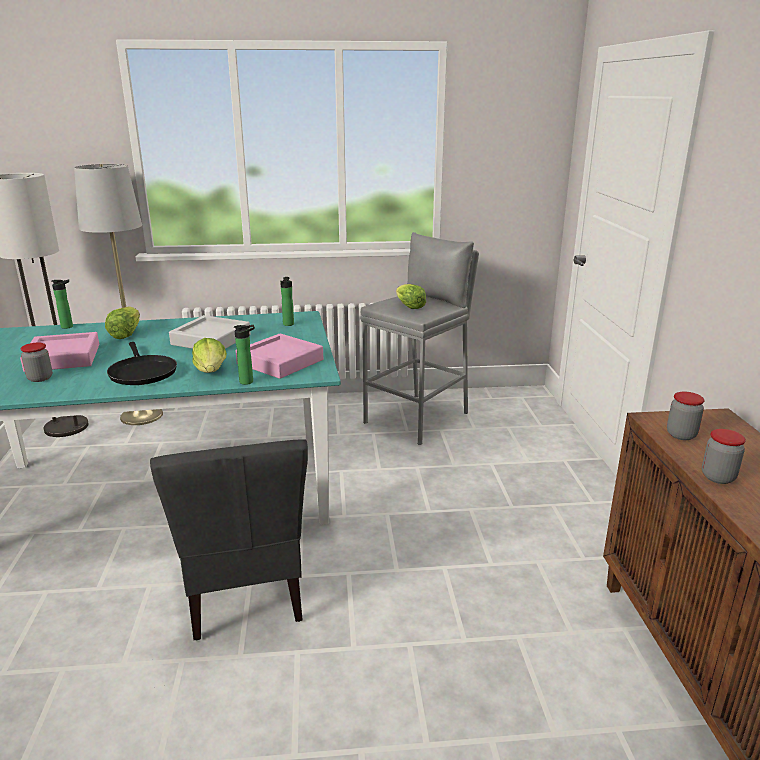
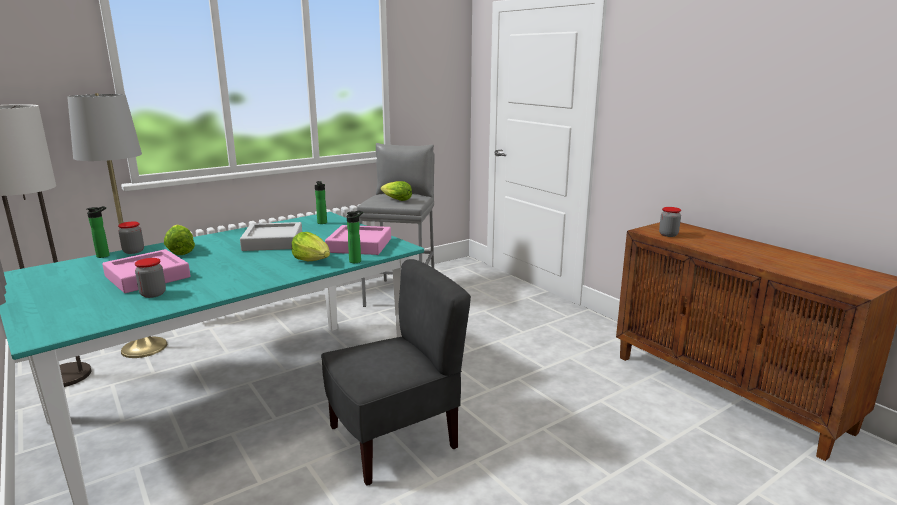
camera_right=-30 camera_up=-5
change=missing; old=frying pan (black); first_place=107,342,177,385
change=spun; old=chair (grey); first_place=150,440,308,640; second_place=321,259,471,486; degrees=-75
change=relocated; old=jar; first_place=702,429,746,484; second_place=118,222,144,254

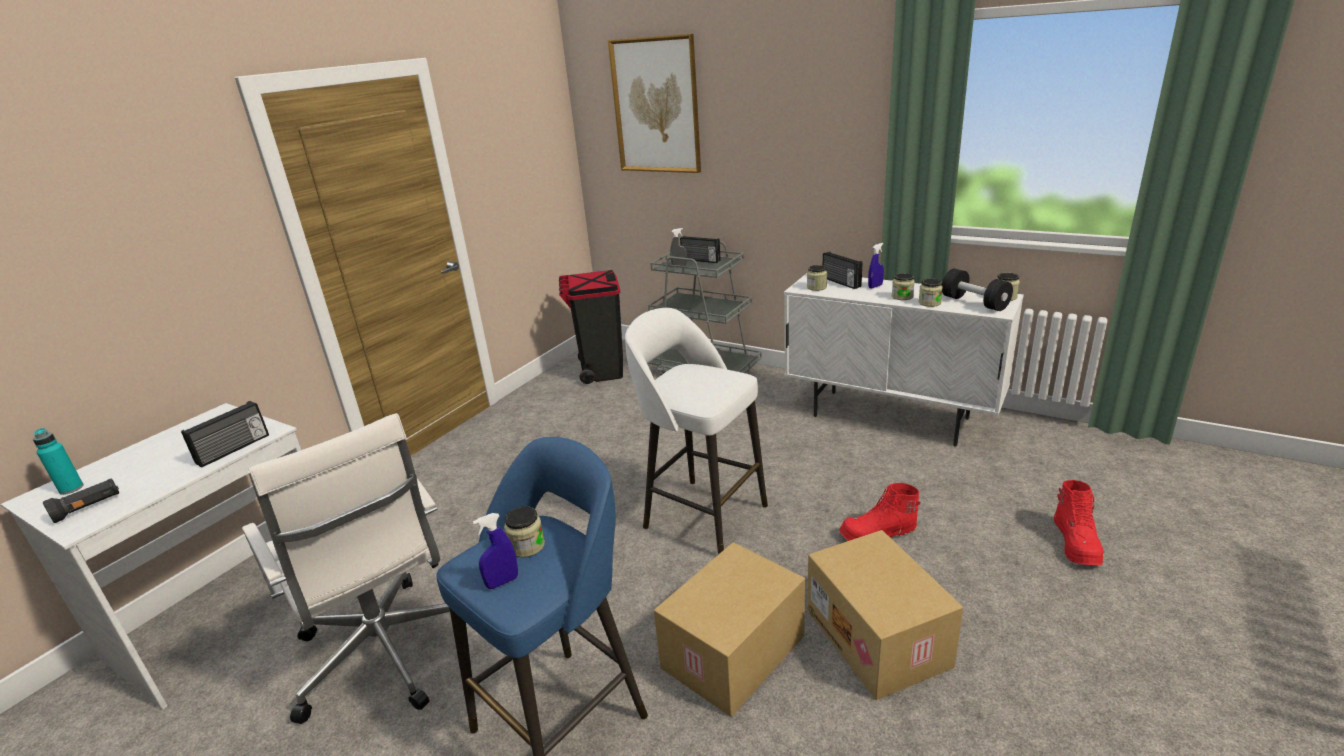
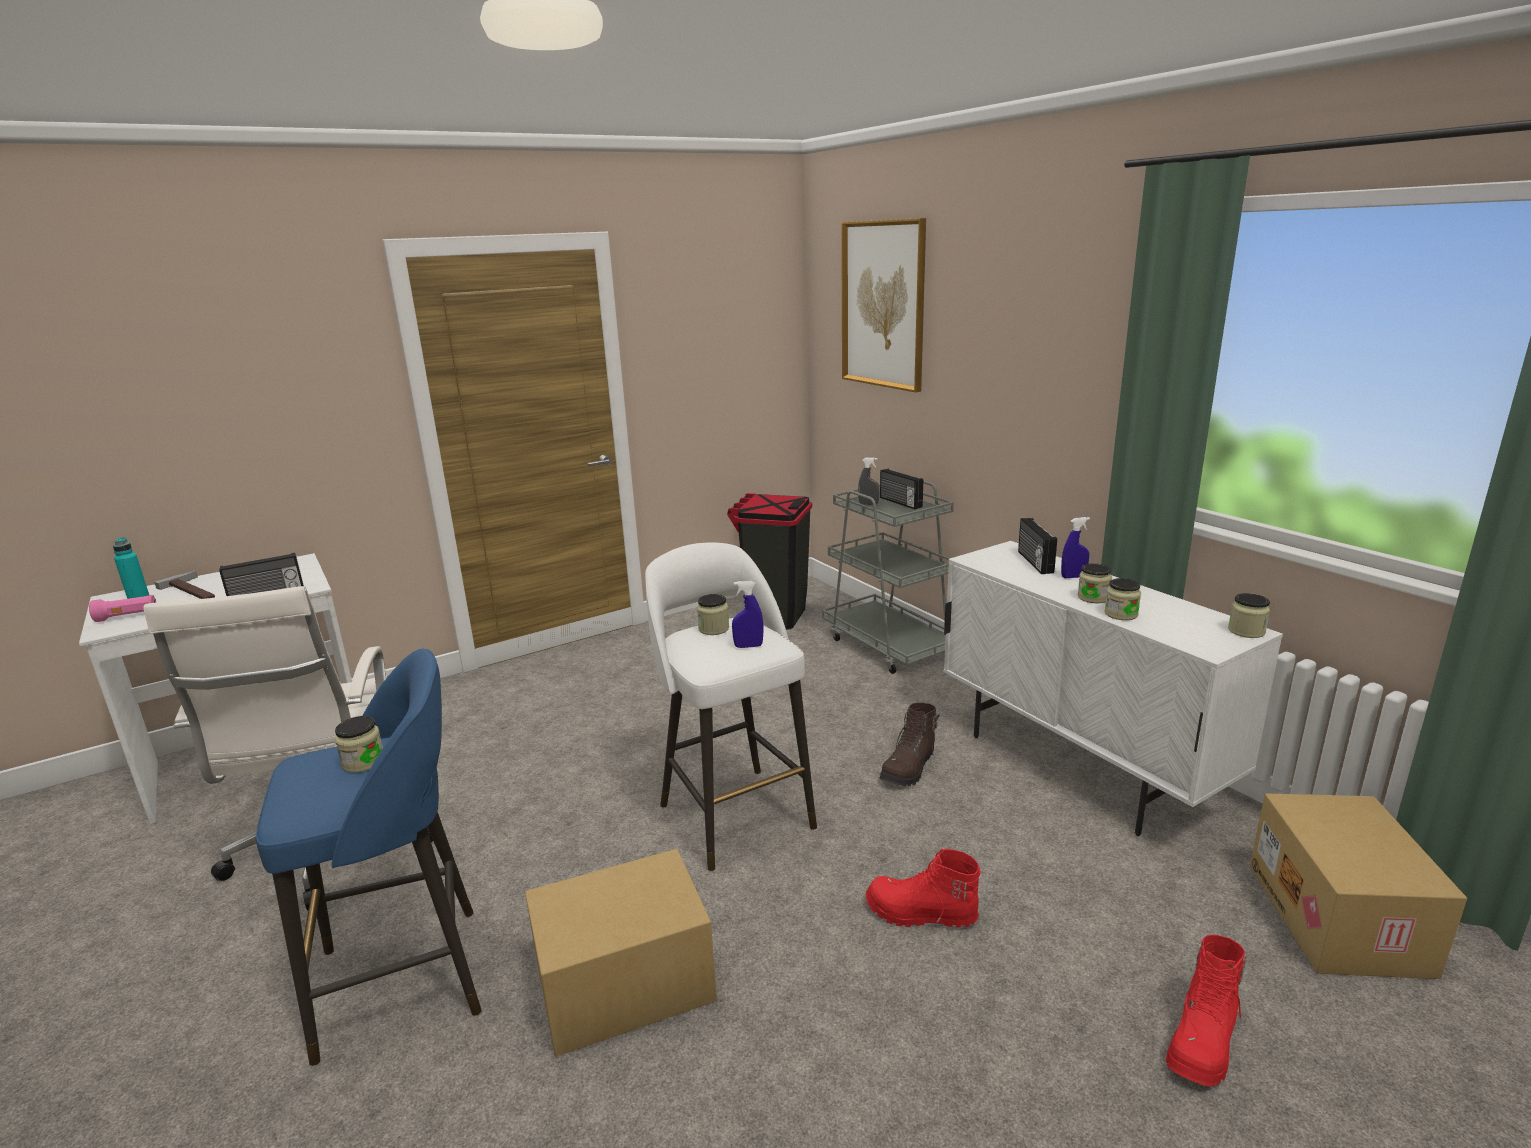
camera_right=25 camera_up=-5
change=colour; old=flashlight (black); new=flashlight (pink); first_place=43,478,119,523; second_place=89,595,157,622
change=relocated; old=spray bottle (blue); first_place=473,513,518,589; second_place=732,581,763,648
change=relocated; old=jar; first_place=807,265,827,291; second_place=697,594,729,635
change=relocated; old=cardboard box; first_place=807,530,963,700; second_place=1250,793,1467,979
change=missing; old=dumbbell (black); first_place=942,269,1013,311
change=appeared; new=hammer; second_place=154,571,215,599
change=appeared; new=boot (brown); second_place=880,703,939,786

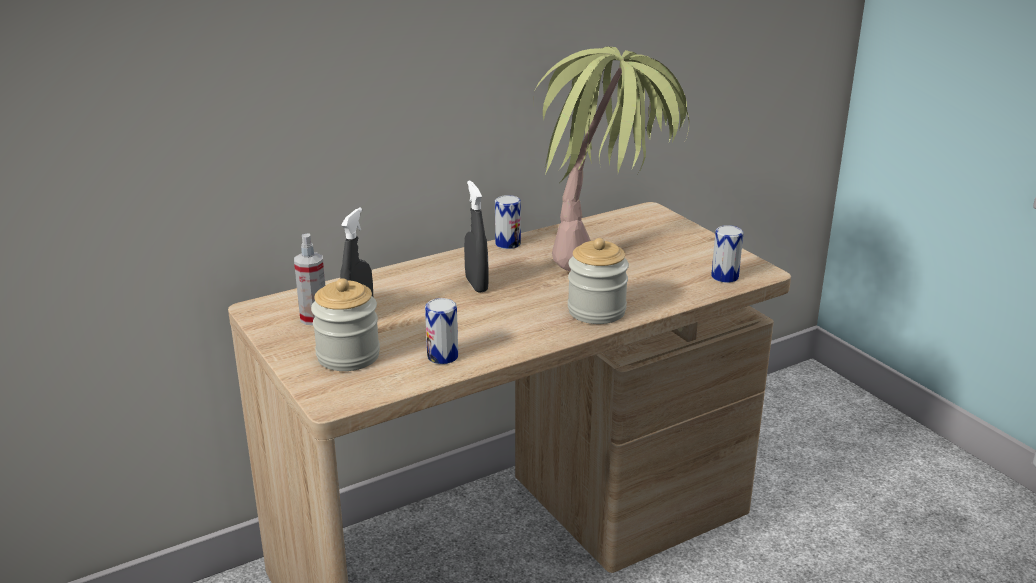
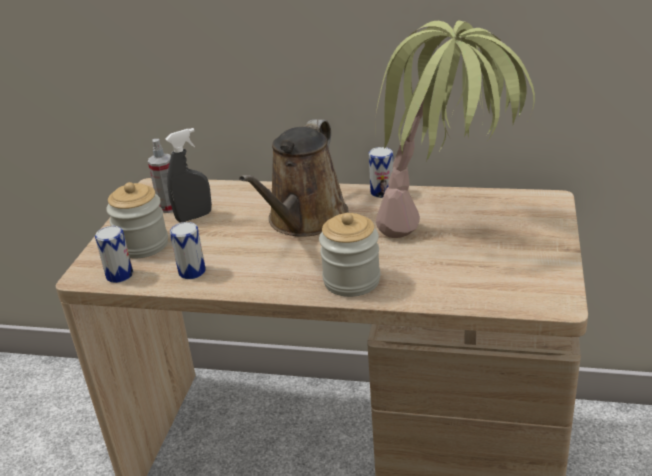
camera_right=45 camera_up=5
change=exchanged; old=spray bottle (grey); new=watering can (brown); first_place=464,181,488,293; second_place=239,119,349,237
change=relocated; old=can; first_place=711,225,744,283; second_place=95,226,133,283

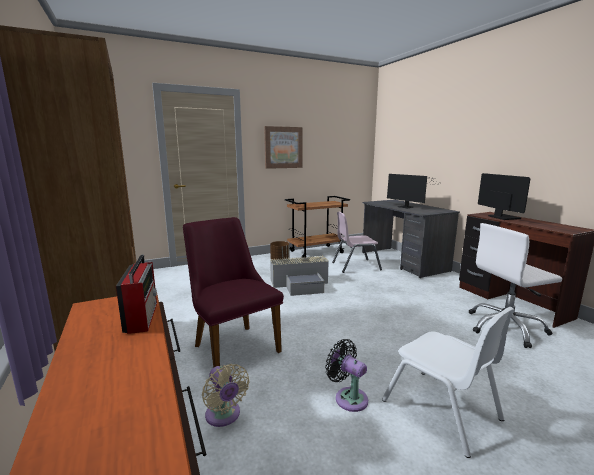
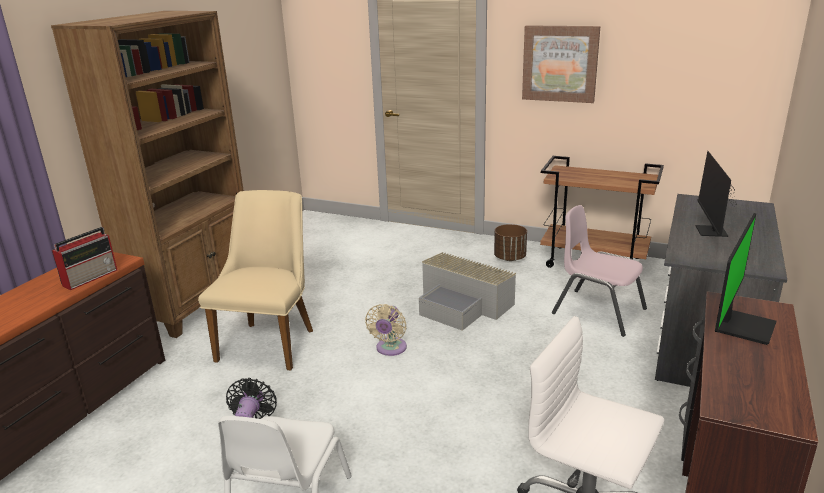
camera_right=50 camera_up=10
change=colour; old=chair (purple); new=chair (beige); first_place=183,217,284,368; second_place=198,190,313,370
change=relocated; old=fan (beige); first_place=202,364,250,427; second_place=365,304,407,356

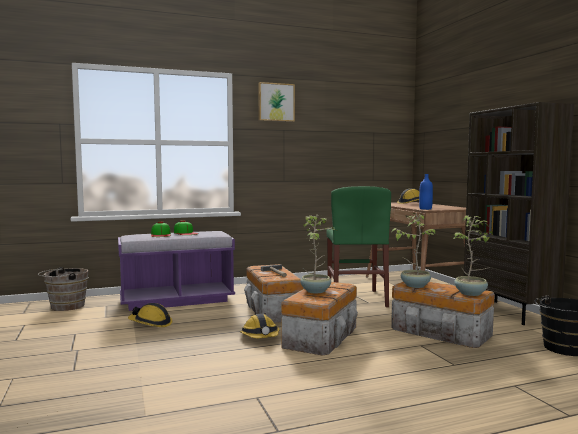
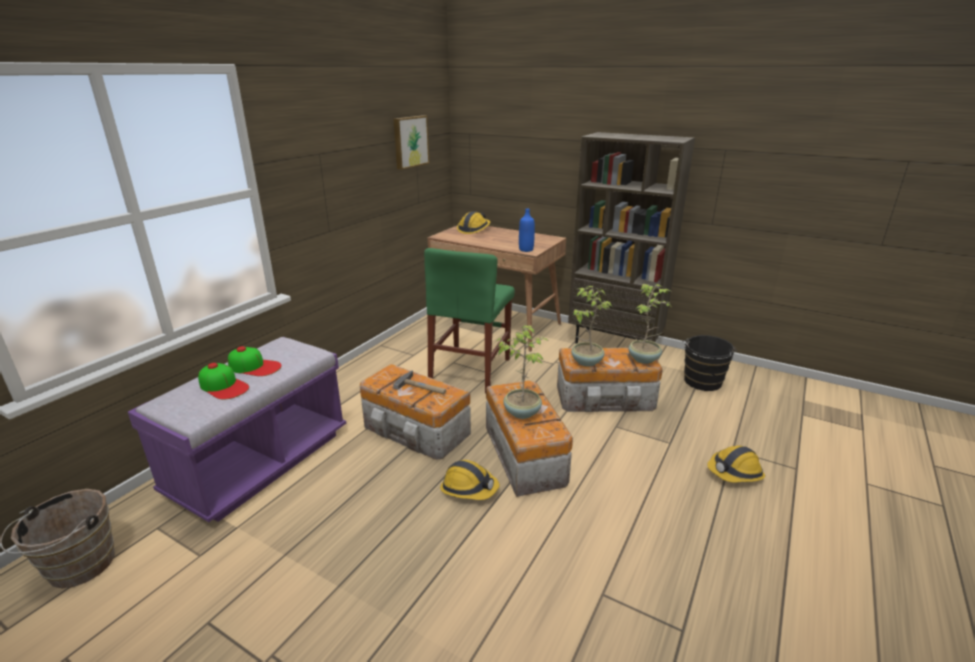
camera_right=-40 camera_up=20
change=relocated; old=hard hat; first_place=128,303,172,327; second_place=707,445,765,483
change=relocated; old=picture; first_place=258,82,295,122; second_place=394,115,429,170
change=spun; old=chair (green); first_place=326,186,391,307; second_place=424,248,515,394; degrees=60

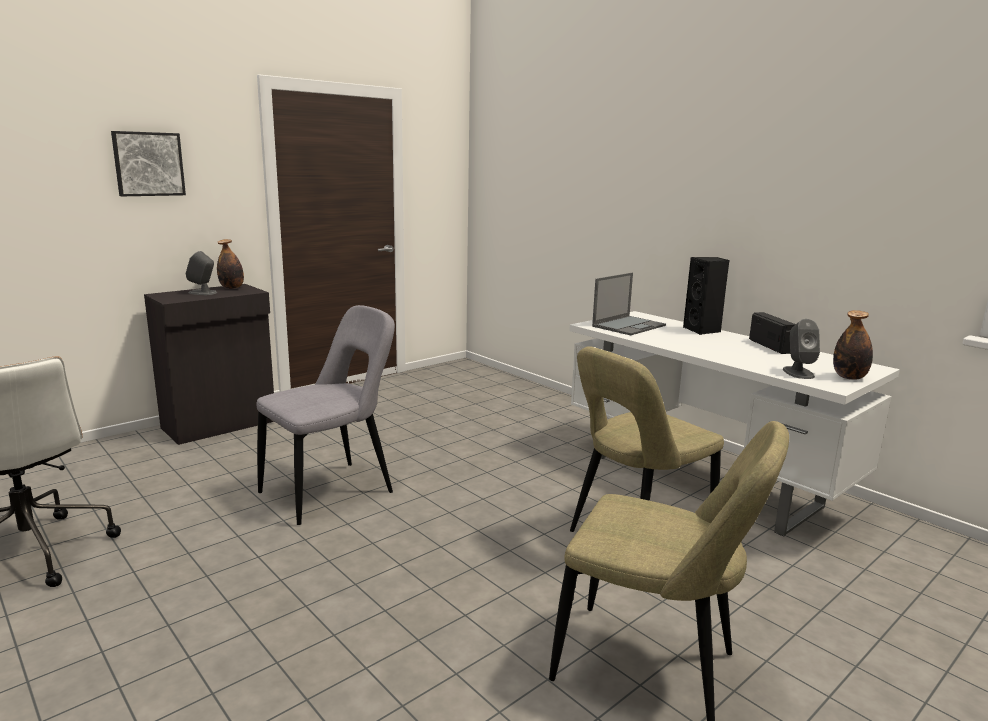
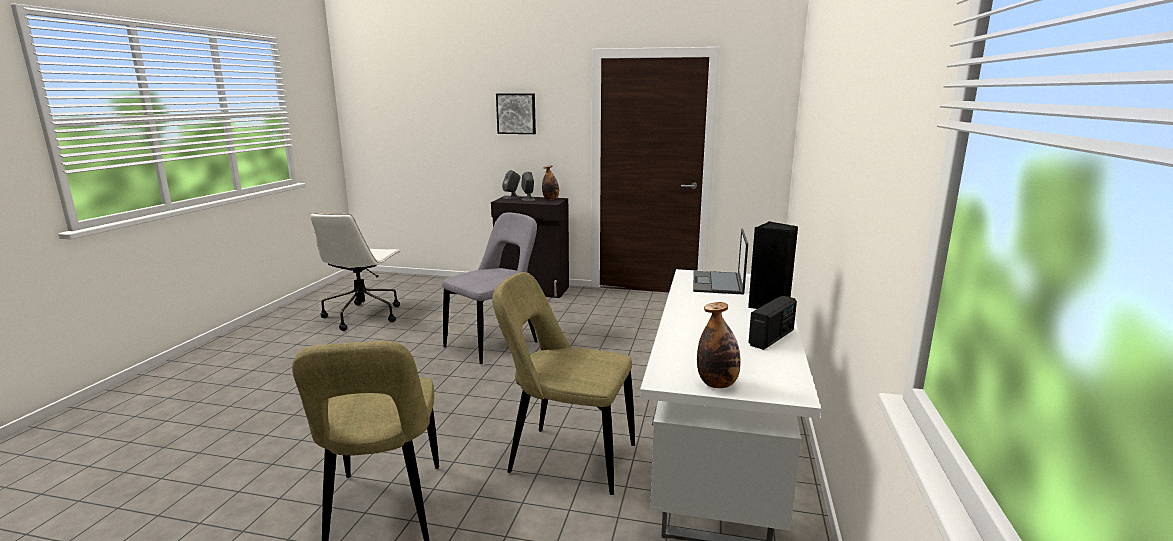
camera_right=55 camera_up=0
change=spun; old=chair (grey); first_place=256,305,395,525; second_place=442,213,538,364; degrees=-60
change=spun; old=laptop; first_place=592,273,666,335; second_place=693,228,748,295; degrees=90
change=relocated; old=speaker (grey); first_place=783,319,820,379; second_place=502,170,521,199

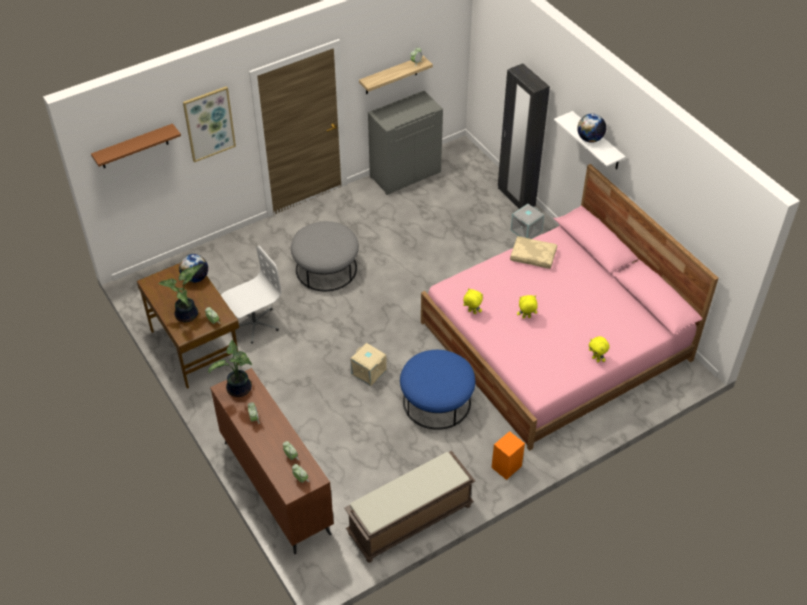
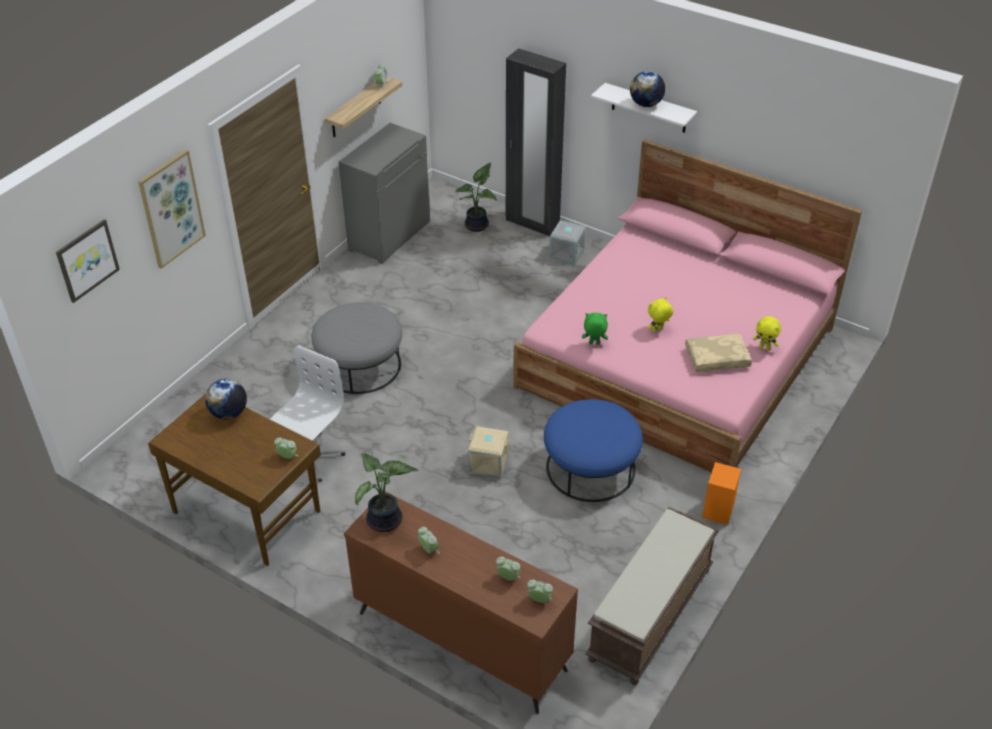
camera_right=-25 camera_up=-5
change=exchanged; old=shelf (brown); new=picture; first_place=91,124,181,168; second_place=56,219,120,303
change=relocated; old=potted plant; first_place=158,264,203,322; second_place=455,162,497,232
change=colour; old=plush toy (yellow); new=plush toy (green); first_place=463,288,483,314; second_place=582,313,608,345
change=relocated; old=pillow (beige); first_place=510,236,557,269; second_place=685,334,752,372

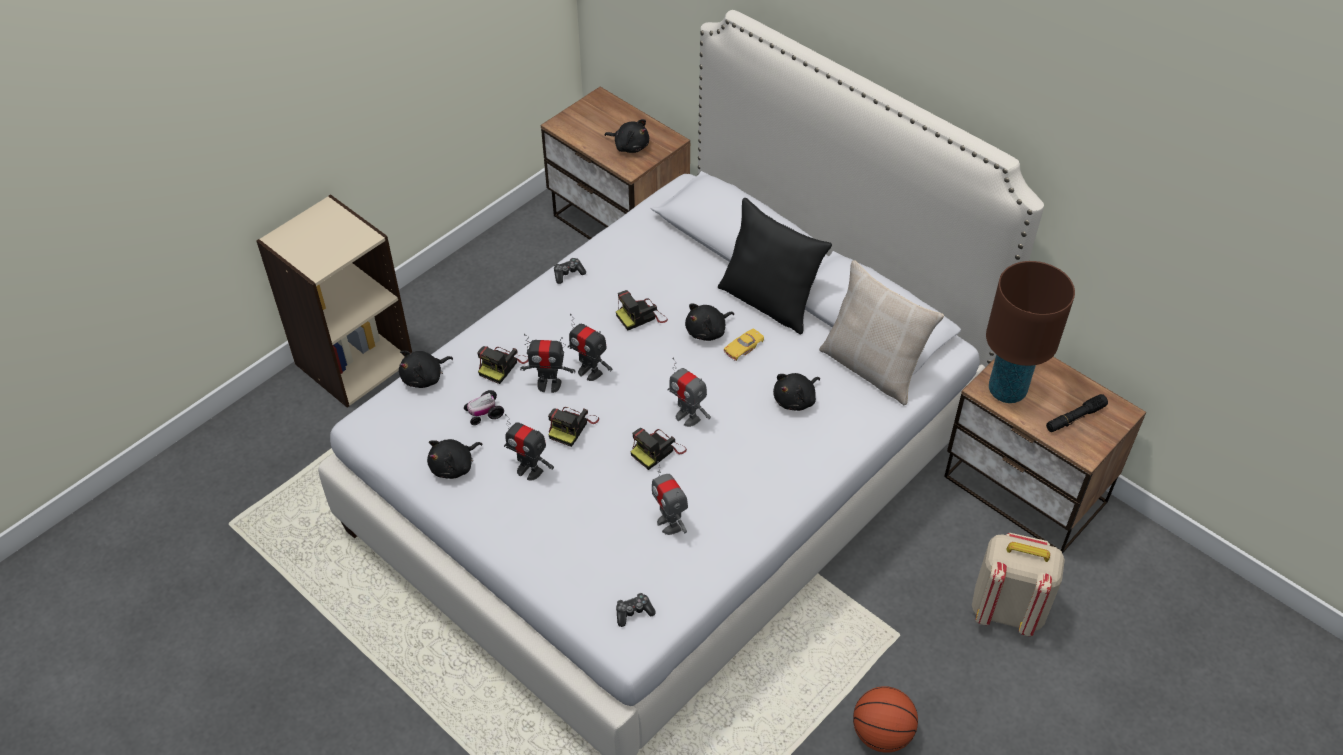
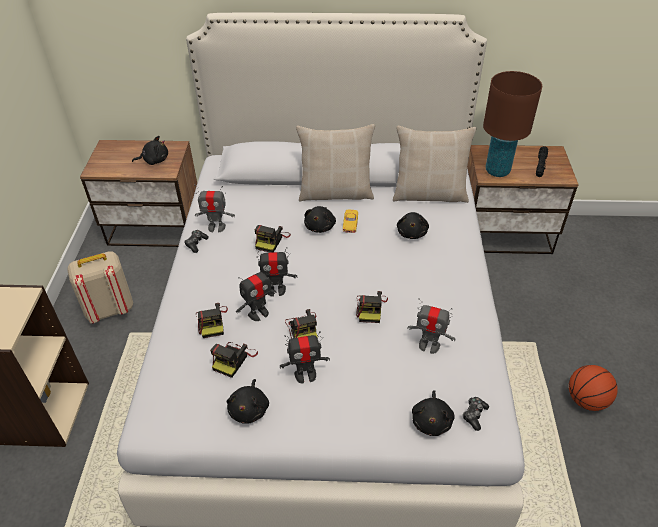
camera_right=-40 camera_up=-5
change=relocated; old=plush toy (black); first_place=399,351,453,388; second_place=412,390,455,436
change=exchanged; old=toy car; new=photo camera; first_place=464,390,504,425; second_place=210,342,258,378
change=relocated; old=toy robot; first_place=667,358,711,427; second_place=194,184,235,233
change=colour; old=pillow (black); new=pillow (beige); first_place=718,198,832,335; second_place=296,124,375,201
change=relocated; old=backpack (beige); first_place=972,533,1065,636; second_place=67,251,133,324

